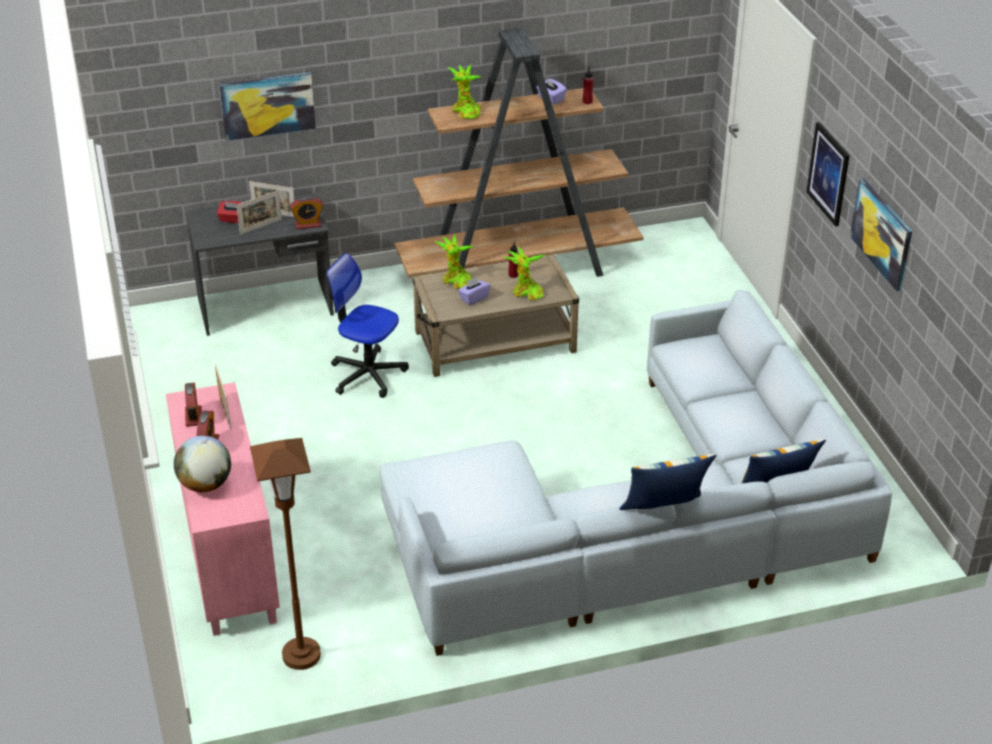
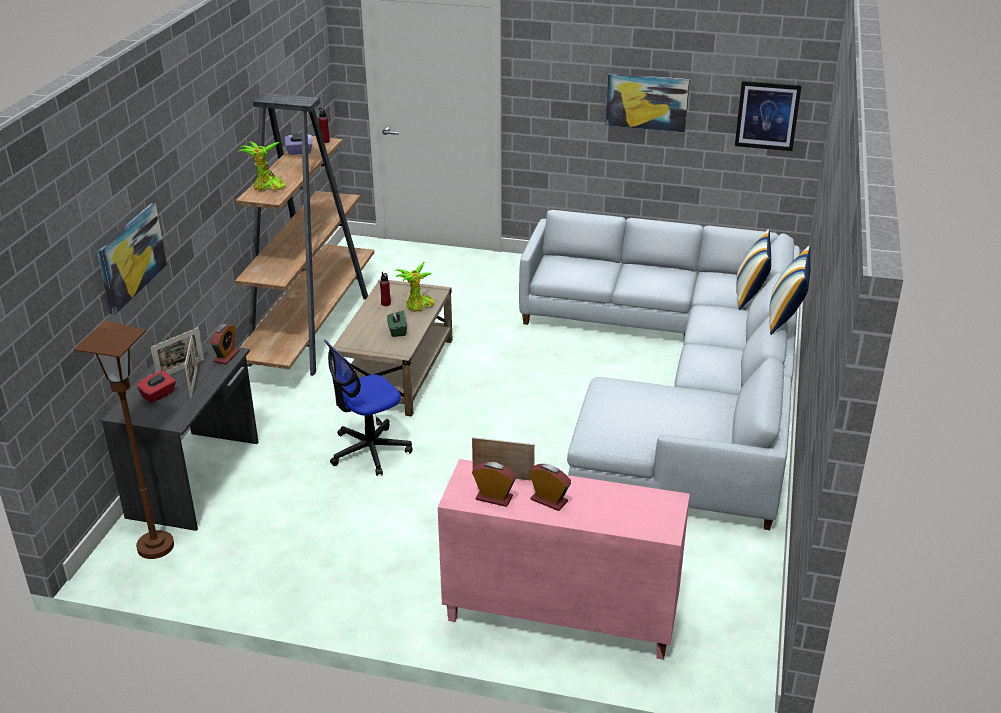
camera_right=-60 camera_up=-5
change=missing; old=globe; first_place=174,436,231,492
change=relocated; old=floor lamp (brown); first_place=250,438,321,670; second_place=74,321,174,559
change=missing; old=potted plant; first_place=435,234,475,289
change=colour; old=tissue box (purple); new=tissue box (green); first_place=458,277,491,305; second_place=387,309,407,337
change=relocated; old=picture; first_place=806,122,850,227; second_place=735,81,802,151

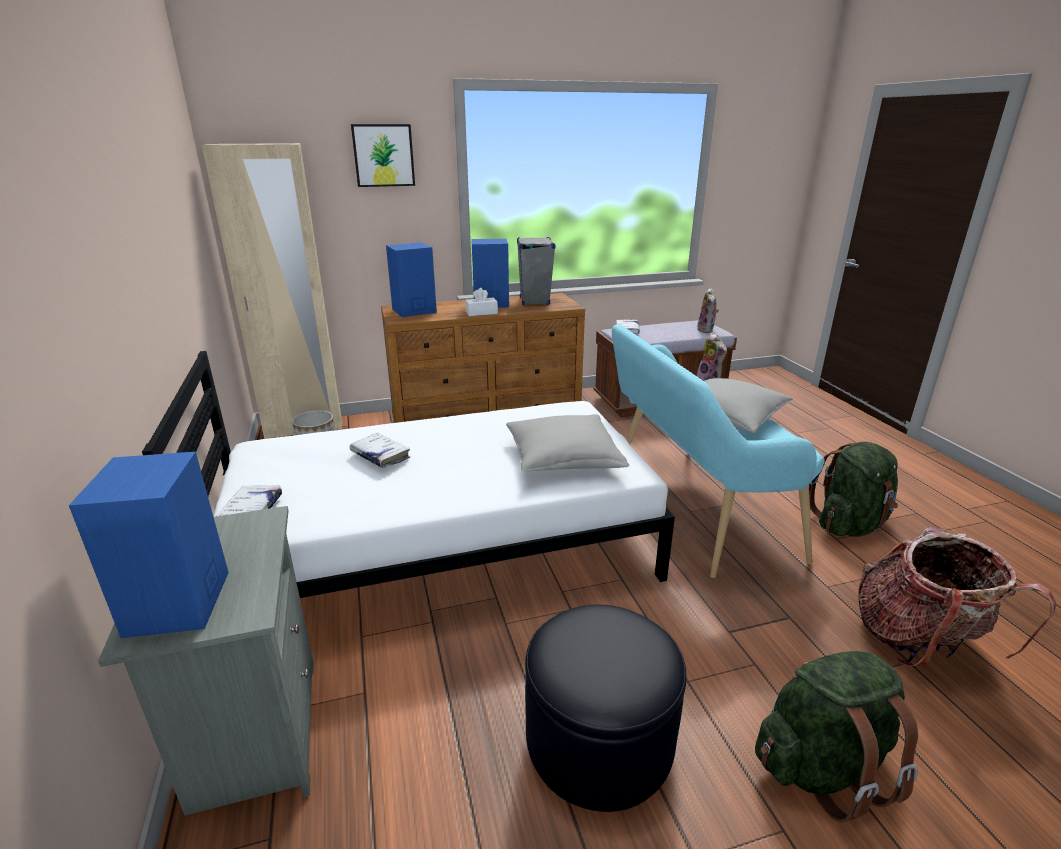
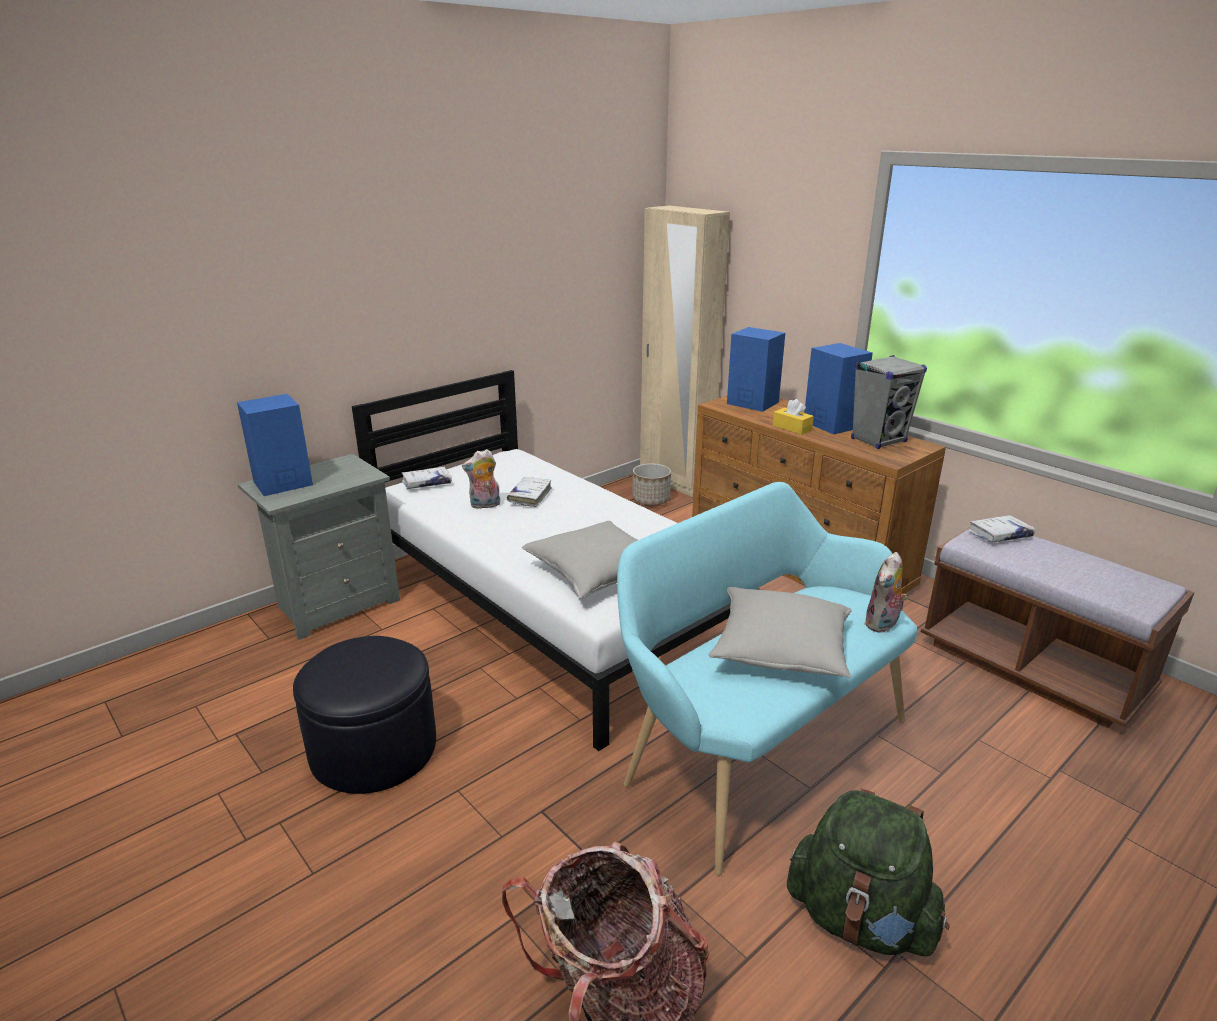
camera_right=65 camera_up=0
change=missing; old=picture; first_place=351,124,415,187
change=colour; old=tissue box (white); new=tissue box (yellow); first_place=465,288,498,316; second_place=773,399,814,435
change=relocated; old=plush toy; first_place=697,288,719,333; second_place=462,449,500,509
change=missing; old=backpack (green); first_place=755,651,918,822

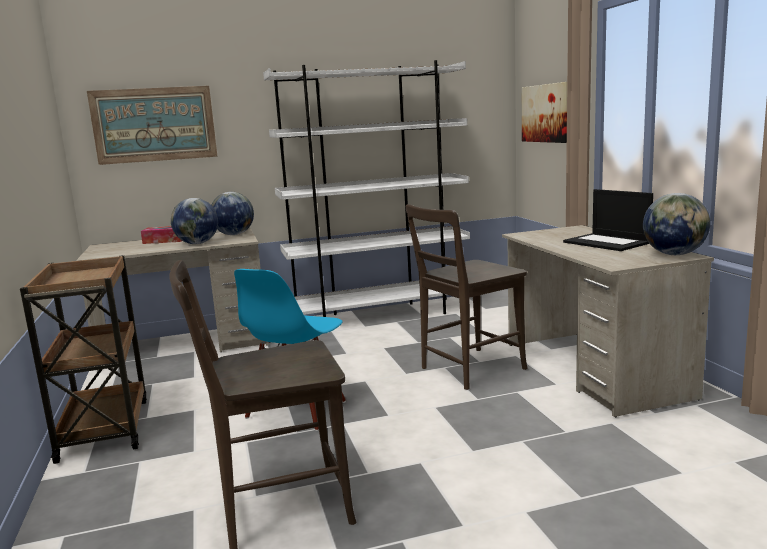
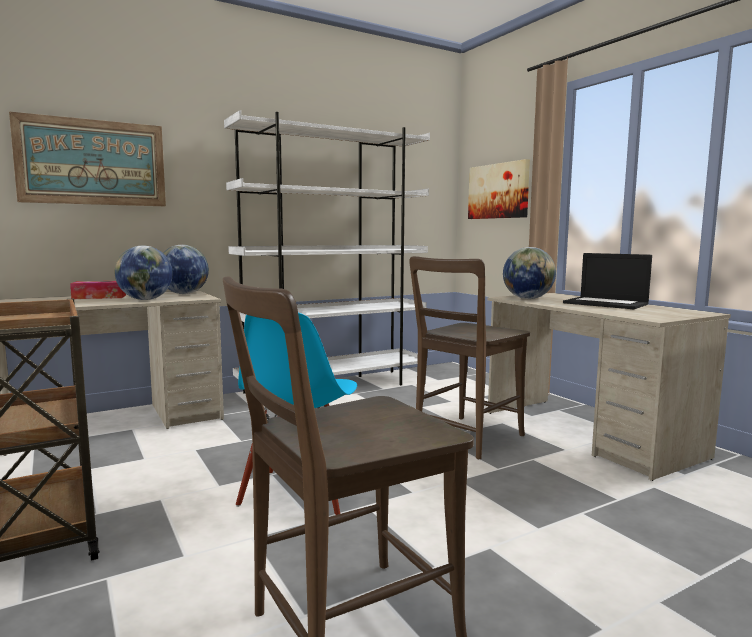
camera_right=-15 camera_up=-5
change=relocated; old=globe; first_place=643,193,710,255; second_place=503,247,556,299

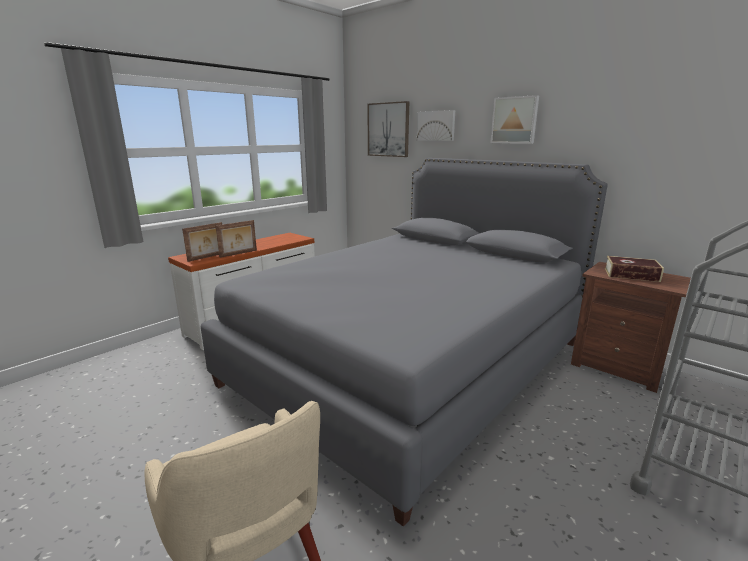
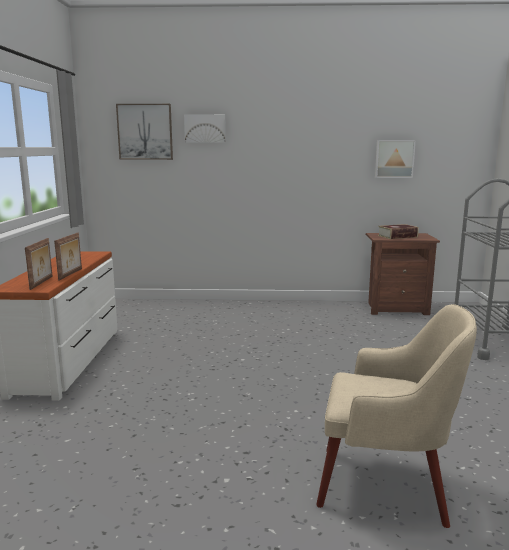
camera_right=-40 camera_up=-5
change=missing; old=bed (grey); first_place=201,158,608,527
change=relocated; old=picture; first_place=490,95,539,144; second_place=375,140,416,178

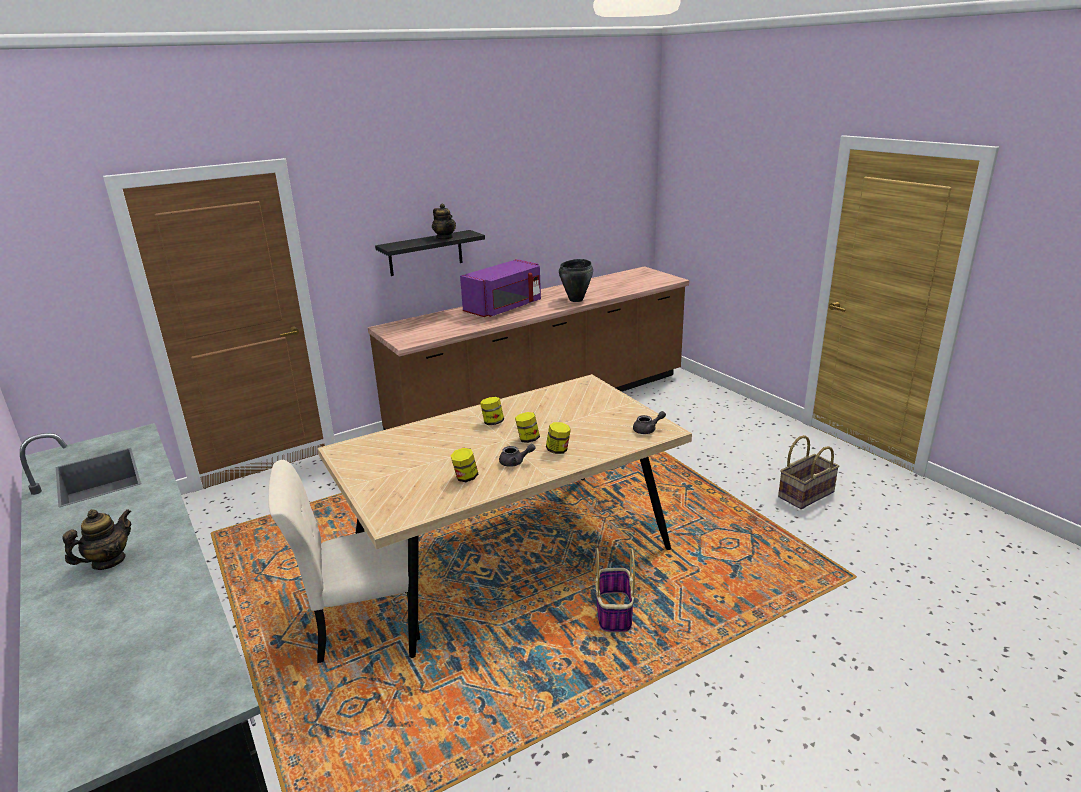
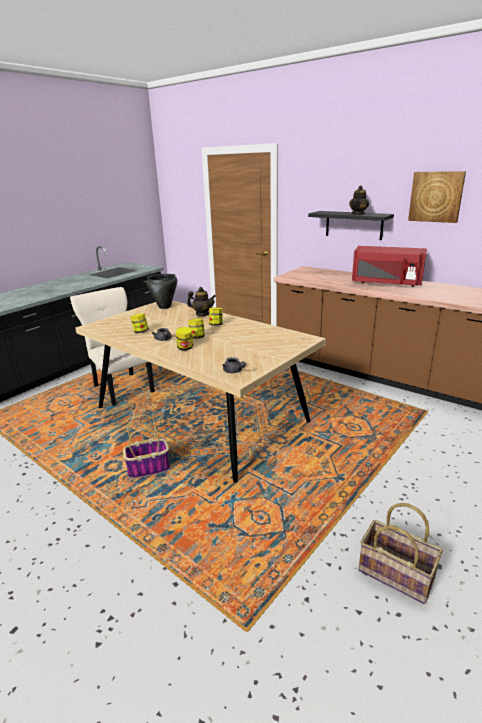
camera_right=70 camera_up=0
change=relocated; old=teapot; first_place=63,509,131,570; second_place=187,287,216,316
change=colour; old=microwave (purple); new=microwave (red); first_place=460,259,541,317; second_place=352,246,427,287
change=relocated; old=cooking pot (black); first_place=559,259,593,302; second_place=146,274,177,309
change=appeared; new=picture; second_place=408,171,466,223

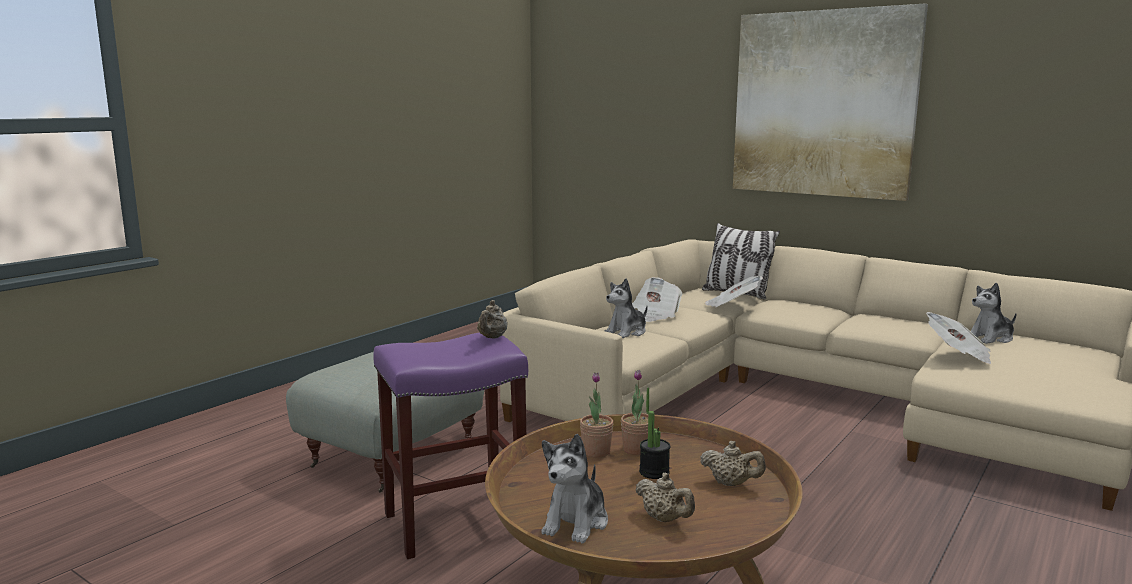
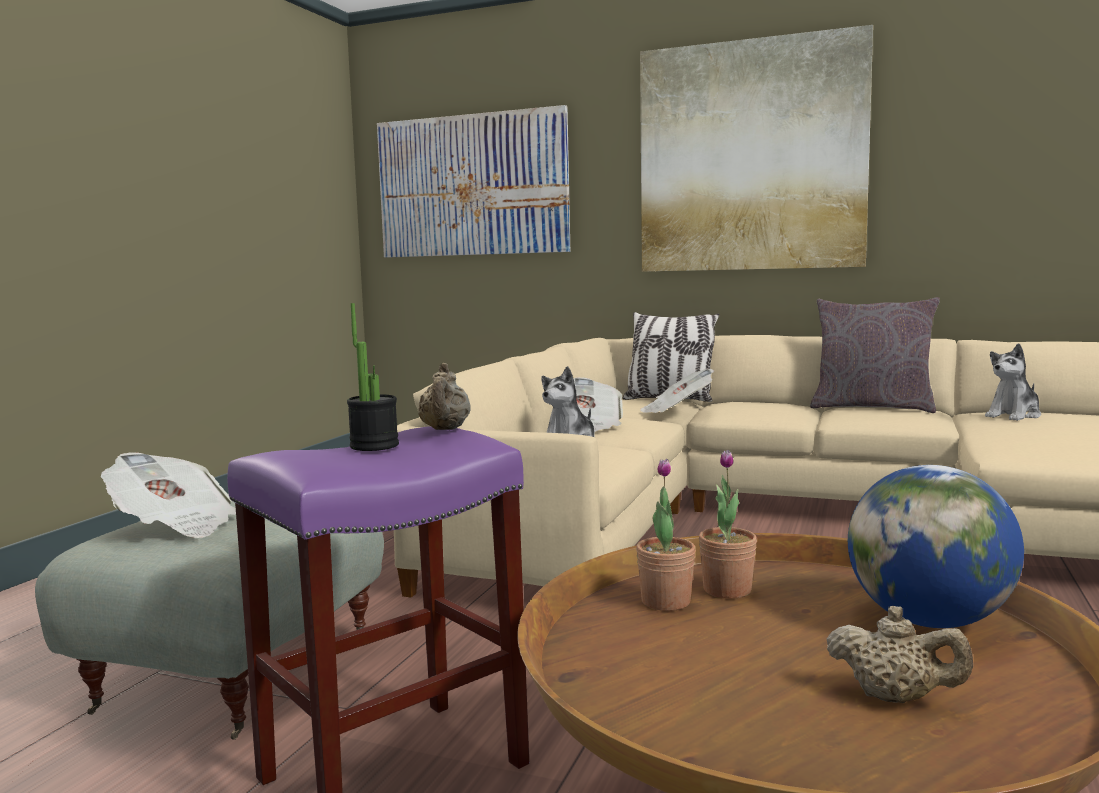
camera_right=-15 camera_up=-5
change=missing; old=plush toy; first_place=541,434,608,544
change=relocated; old=potted plant; first_place=639,388,670,479; second_place=347,303,399,451
change=exchanged; old=teapot (beige); new=globe; first_place=700,441,766,486; second_place=848,465,1024,628
change=relocated; old=newspaper; first_place=926,312,991,364; second_place=101,452,236,538
change=appeared; new=picture; second_place=377,105,570,258
change=appeared; new=pillow (grey); second_place=810,297,940,413

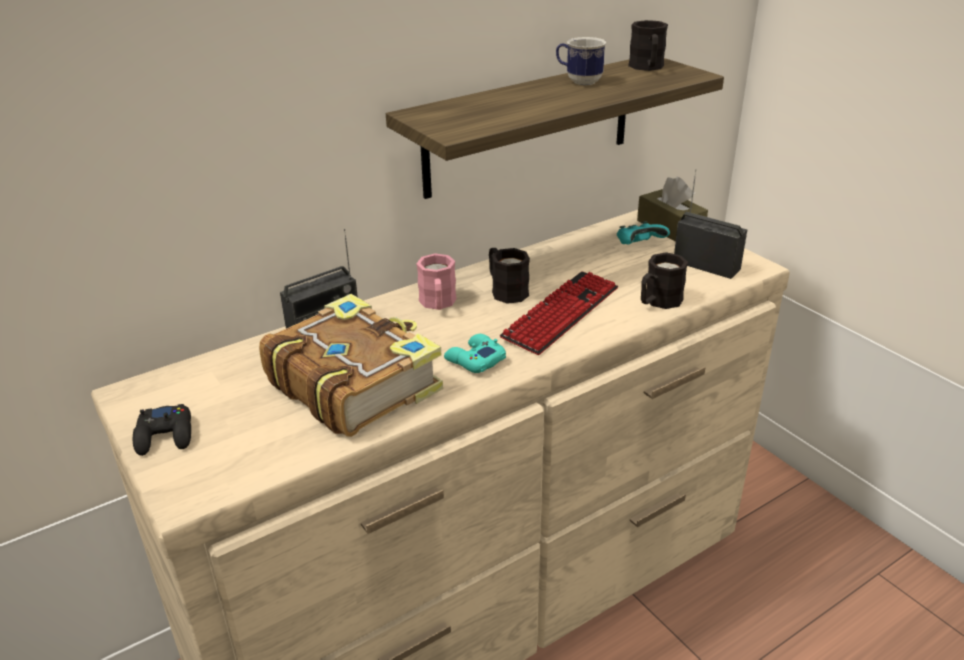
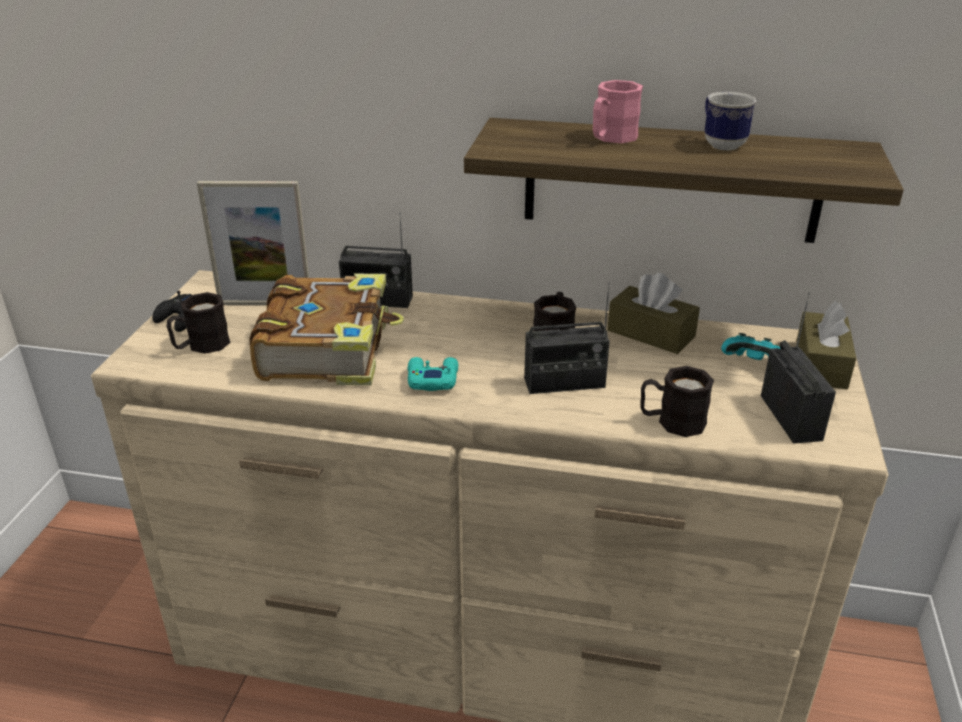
camera_right=45 camera_up=0
change=relocated; old=mug (pink); first_place=416,254,457,310; second_place=593,80,643,144
change=exchanged; old=keyboard; new=radio; first_place=500,271,618,355; second_place=524,283,610,394
change=relocated; old=mug (black); first_place=628,20,668,71; second_place=166,292,231,354
change=appeared; new=picture frame; second_place=197,181,309,305
change=appeared; new=tissue box (brown); second_place=608,273,700,354

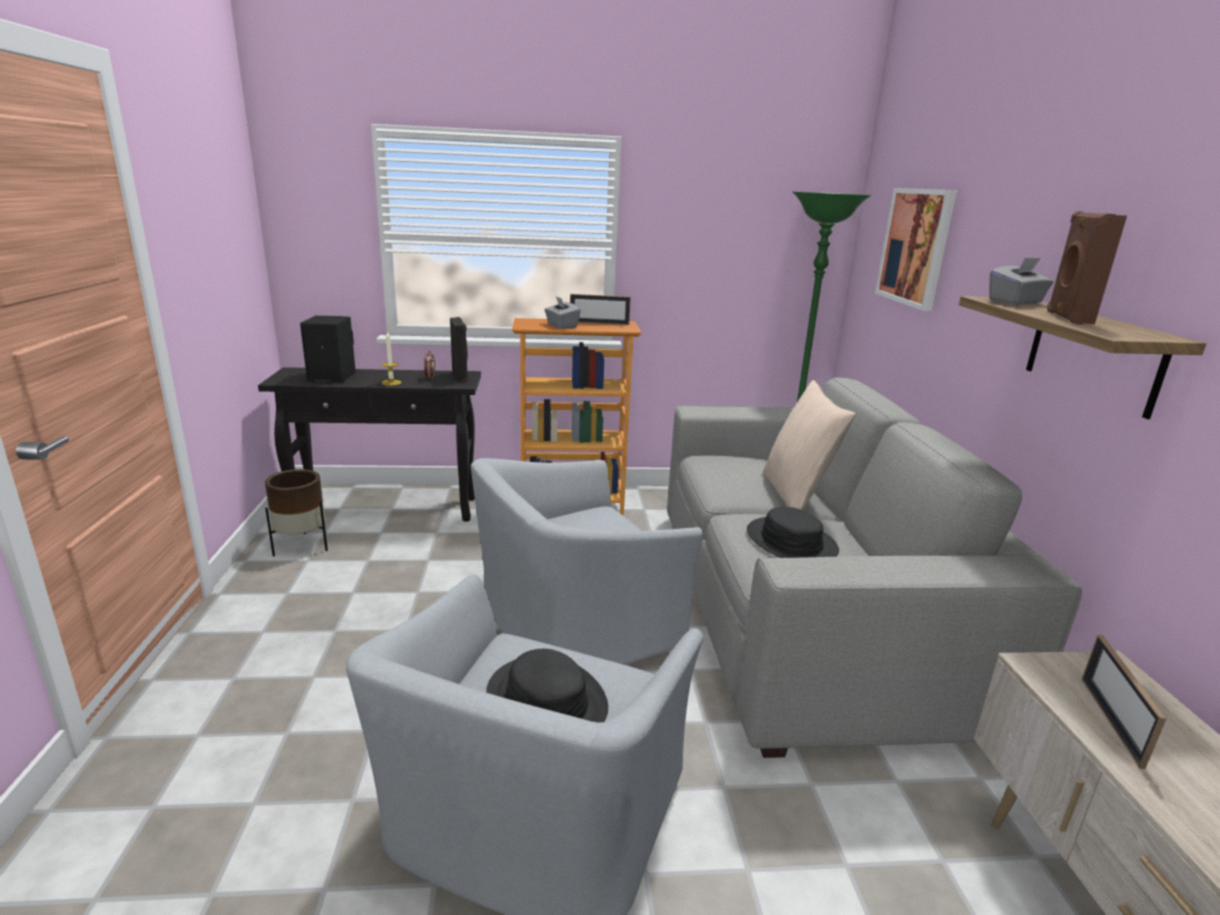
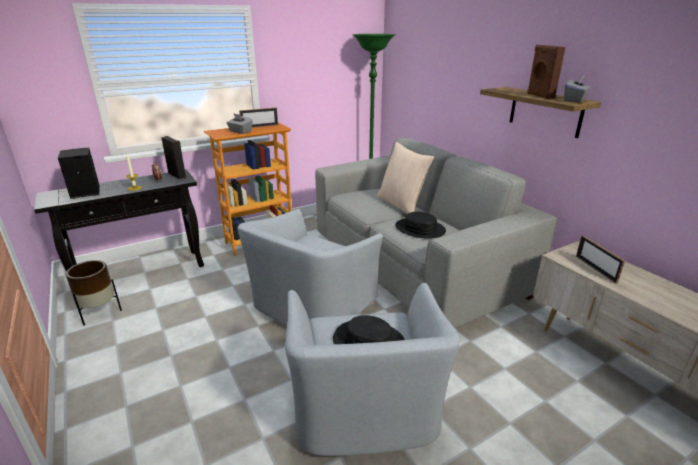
camera_right=-25 camera_up=5
change=missing; old=picture; first_place=875,188,957,311
change=relocated; old=tissue box (grey); first_place=989,258,1054,305; second_place=564,75,590,103

